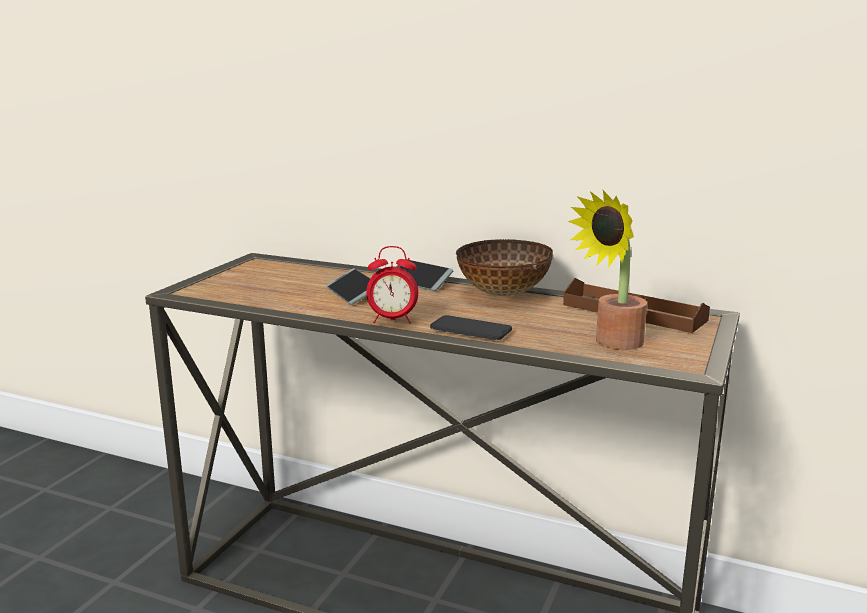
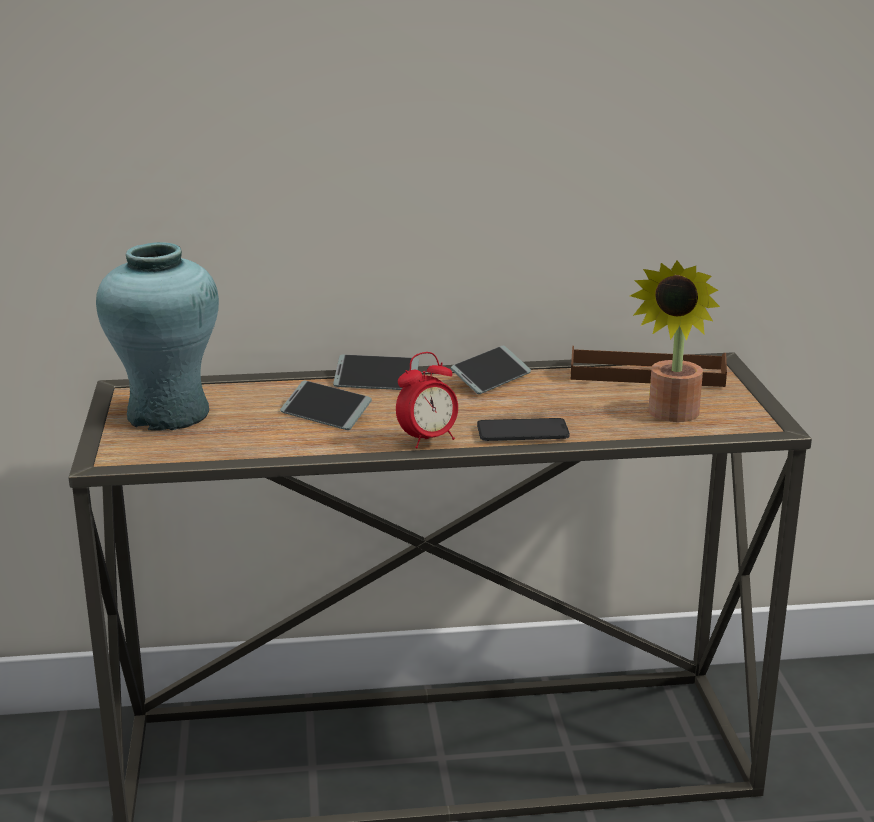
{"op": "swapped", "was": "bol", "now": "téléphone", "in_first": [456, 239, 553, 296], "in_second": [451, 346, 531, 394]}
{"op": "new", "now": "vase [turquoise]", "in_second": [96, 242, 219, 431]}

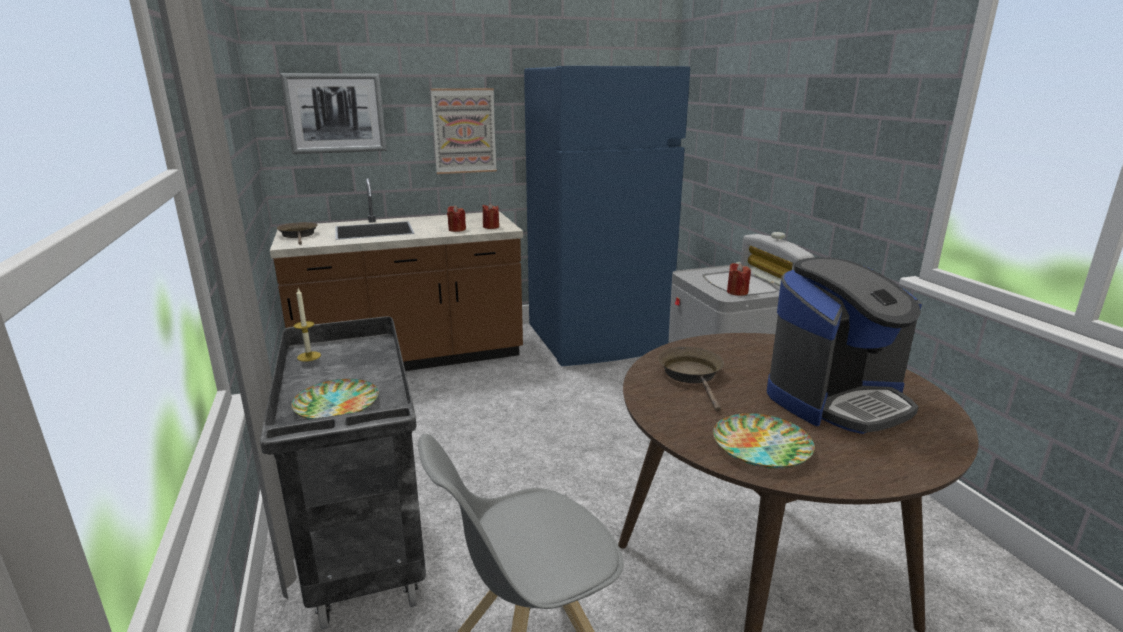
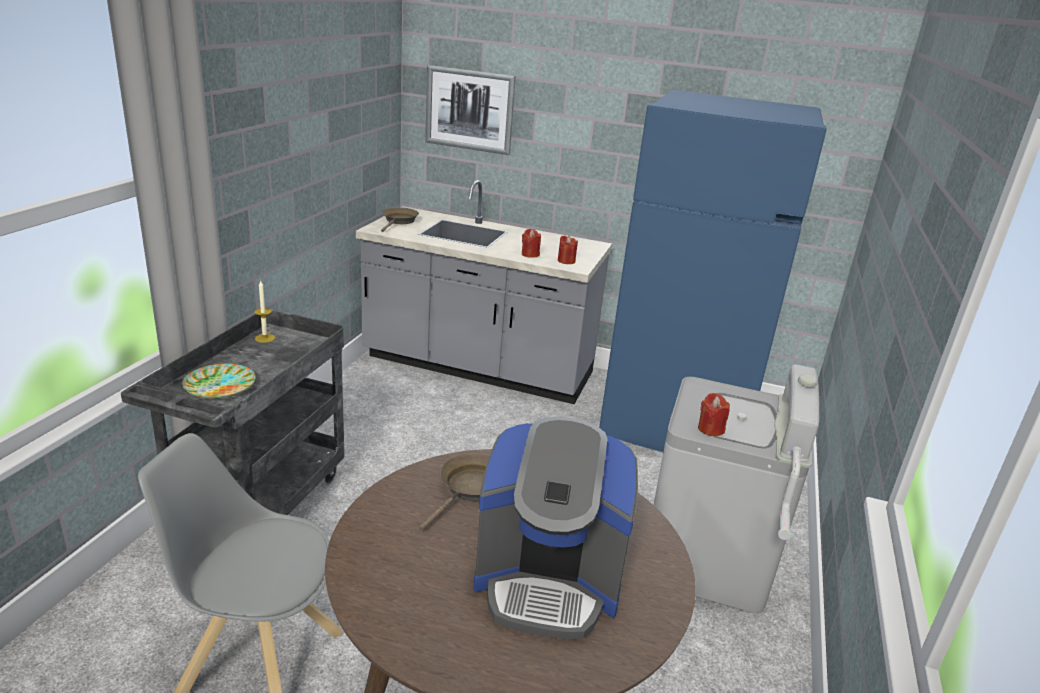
{"op": "gone", "was": "tableau", "in_first": [431, 88, 497, 174]}
{"op": "repainted", "was": "comptoir de cuisine [marron]", "now": "comptoir de cuisine [gris]", "in_first": [270, 178, 523, 371], "in_second": [356, 180, 612, 404]}
{"op": "gone", "was": "assiette", "in_first": [713, 413, 815, 469]}

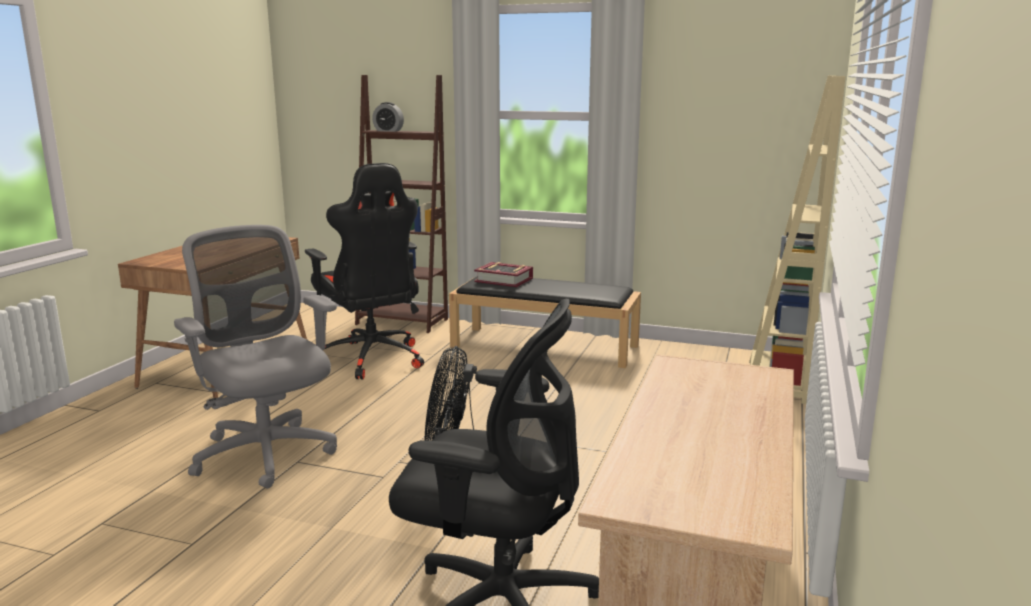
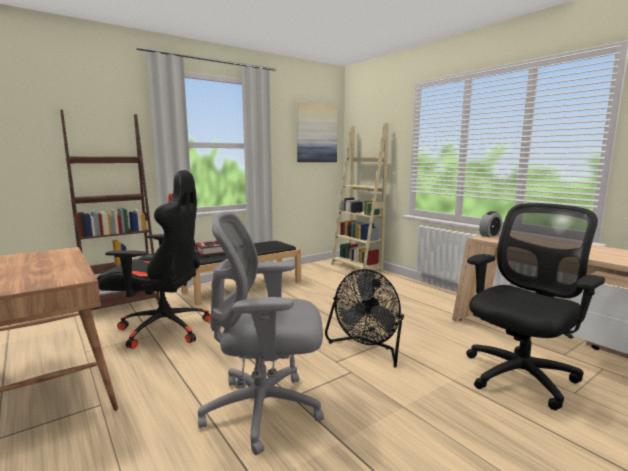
{"op": "shifted", "was": "réveil", "in_first": [372, 102, 404, 131], "in_second": [479, 211, 502, 237]}
{"op": "new", "now": "tableau", "in_second": [297, 102, 338, 162]}

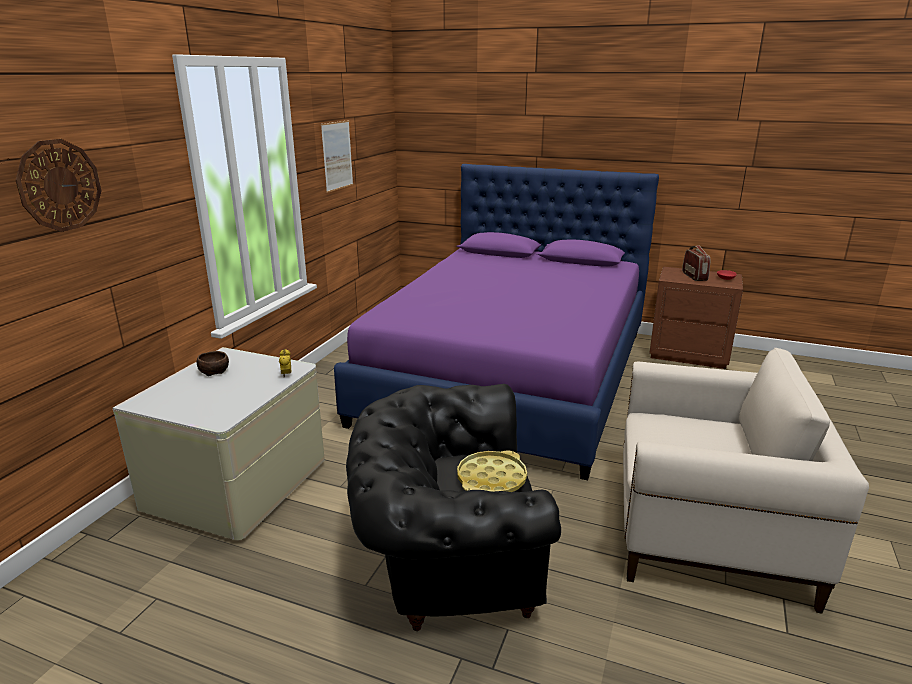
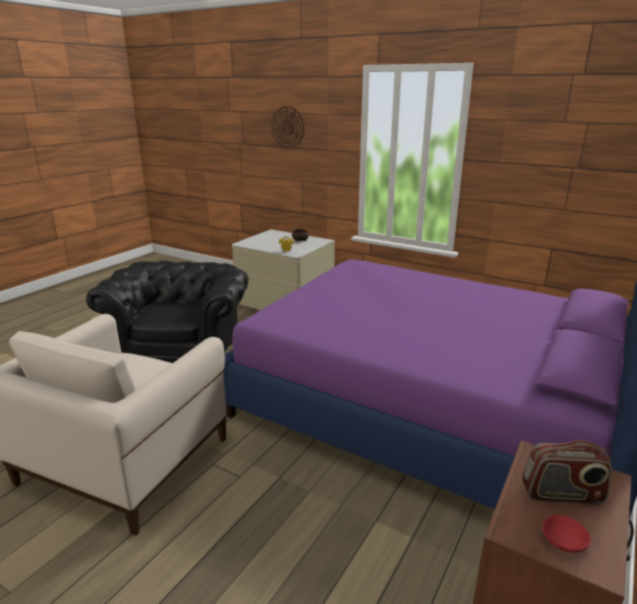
{"op": "gone", "was": "tableau", "in_first": [321, 120, 353, 193]}
{"op": "gone", "was": "plateau [jaune]", "in_first": [457, 450, 527, 492]}

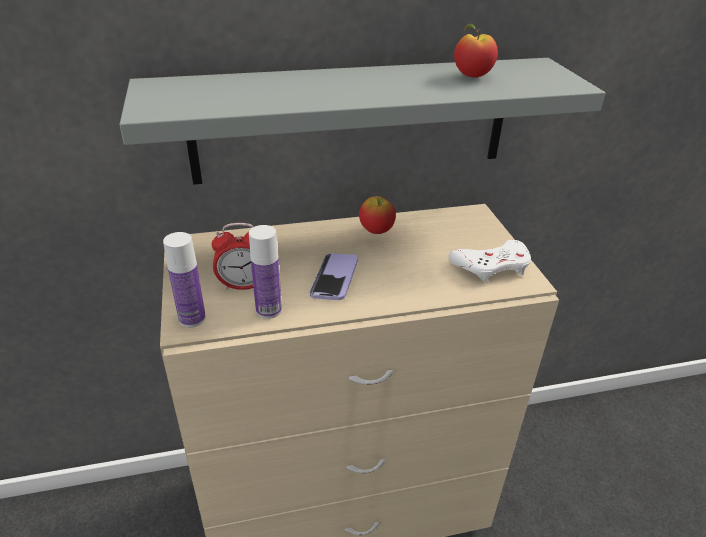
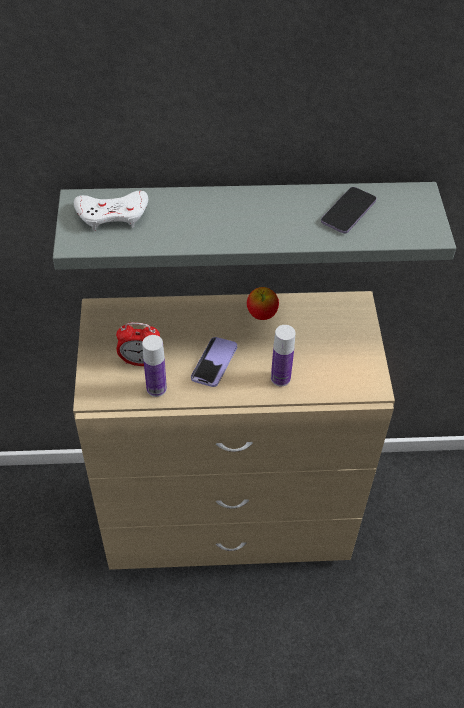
{"op": "swapped", "was": "pomme", "now": "téléphone", "in_first": [454, 23, 498, 78], "in_second": [321, 187, 377, 234]}
{"op": "shifted", "was": "bouteille", "in_first": [163, 232, 206, 327], "in_second": [271, 325, 296, 386]}
{"op": "shifted", "was": "manette [blanc]", "in_first": [449, 240, 531, 283], "in_second": [74, 191, 148, 231]}

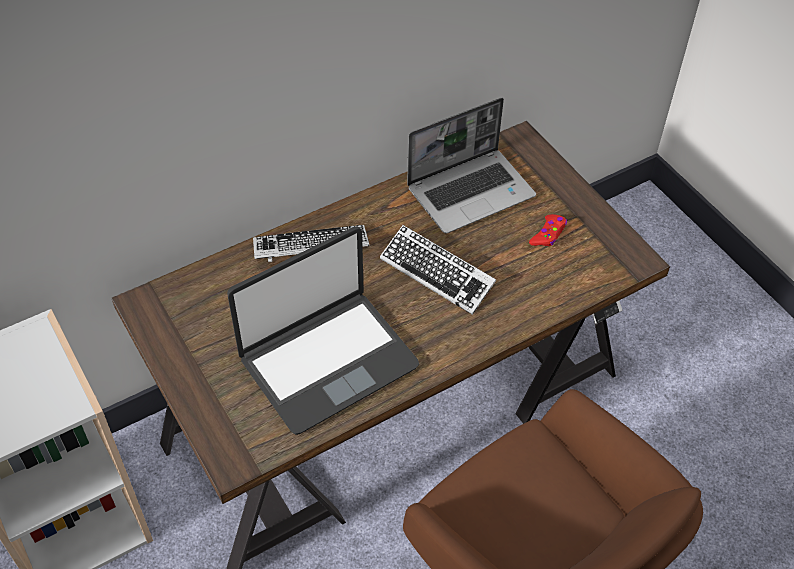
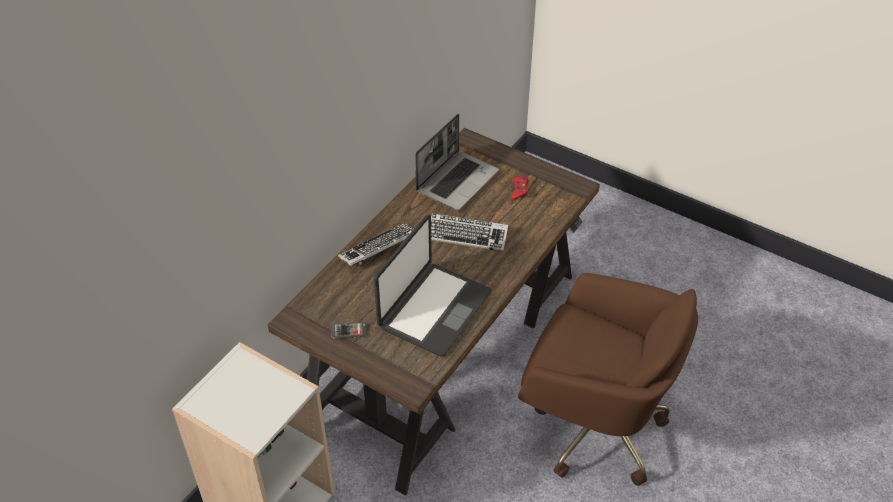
{"op": "new", "now": "téléphone", "in_second": [331, 322, 367, 339]}

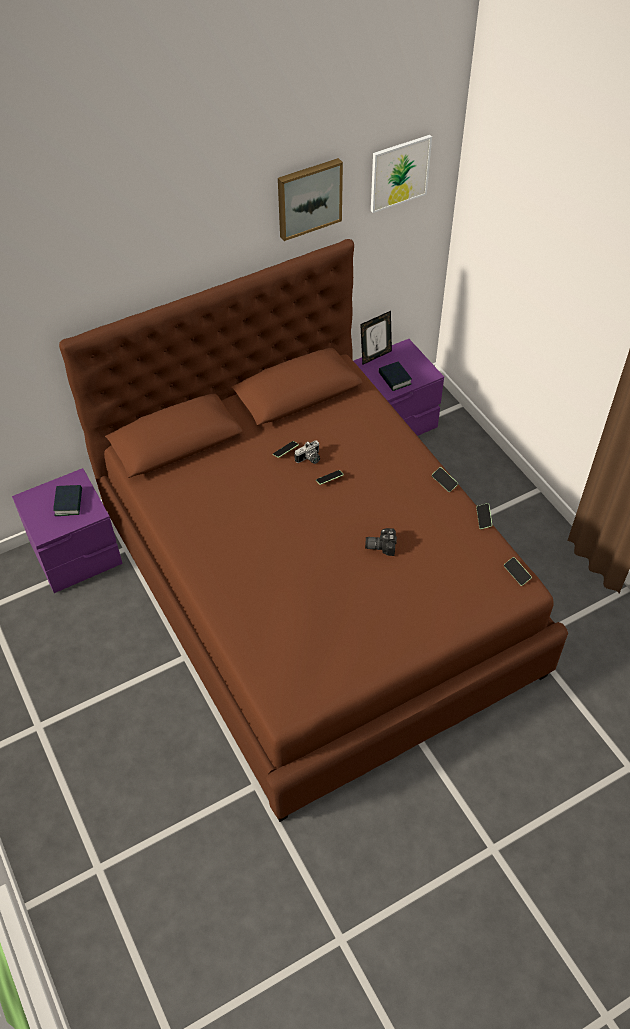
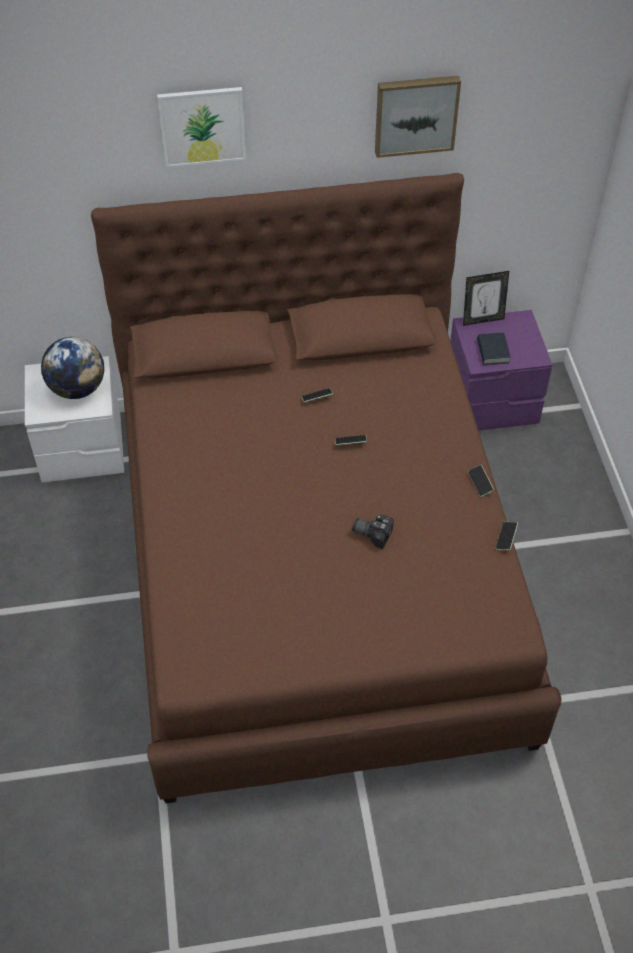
{"op": "shifted", "was": "tableau", "in_first": [371, 135, 432, 213], "in_second": [157, 87, 246, 167]}
{"op": "gone", "was": "appareil photo", "in_first": [294, 440, 320, 464]}
{"op": "repainted", "was": "table de chevet [violet]", "now": "table de chevet [blanc]", "in_first": [12, 468, 123, 593], "in_second": [25, 356, 124, 482]}
{"op": "swapped", "was": "livre", "now": "globe", "in_first": [53, 485, 82, 516], "in_second": [41, 337, 104, 399]}
{"op": "gone", "was": "téléphone", "in_first": [504, 557, 532, 586]}

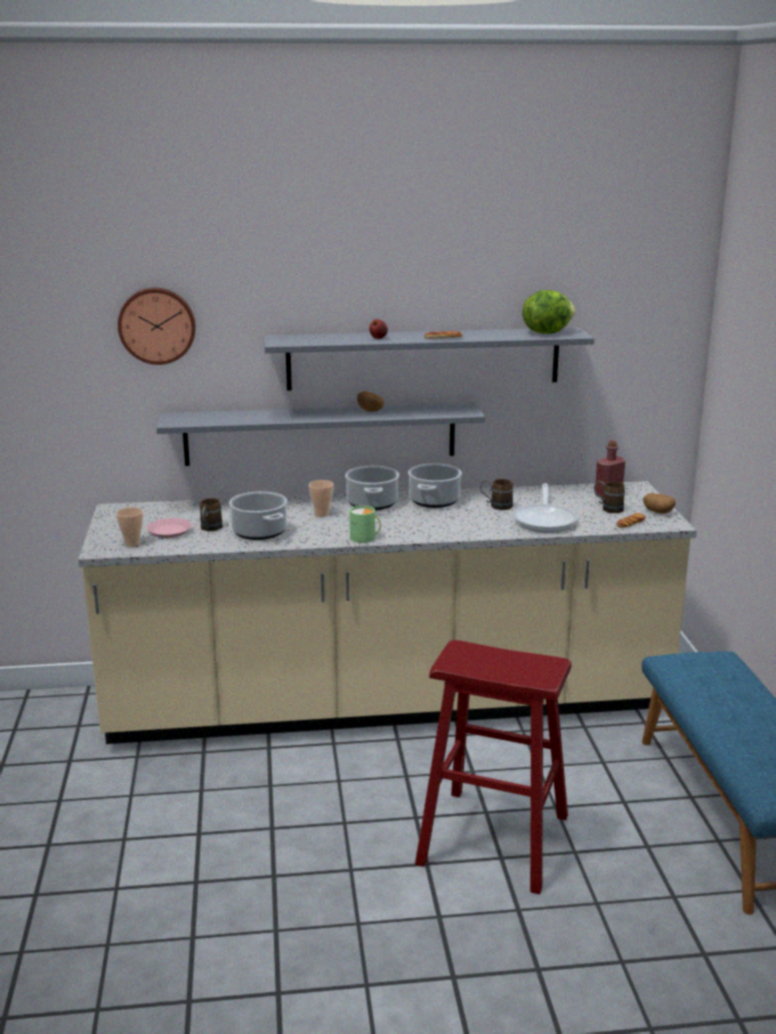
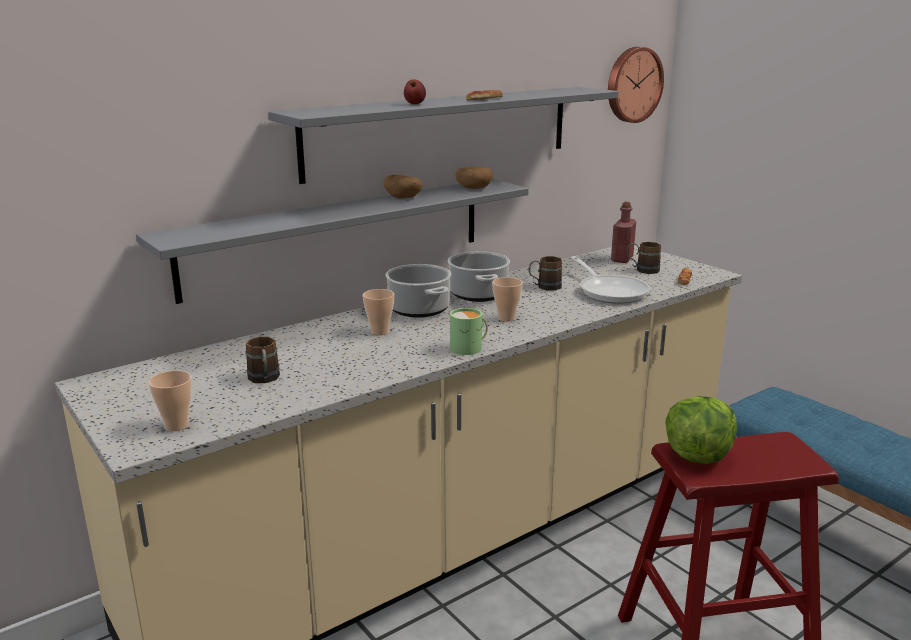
{"op": "shifted", "was": "horloge murale", "in_first": [118, 288, 196, 365], "in_second": [608, 47, 664, 123]}
{"op": "shifted", "was": "laitue", "in_first": [522, 290, 576, 334], "in_second": [665, 396, 737, 464]}
{"op": "gone", "was": "marmite", "in_first": [229, 491, 287, 540]}
{"op": "shifted", "was": "pomme de terre", "in_first": [643, 493, 676, 514], "in_second": [455, 167, 493, 189]}
{"op": "gone", "was": "assiette [rose]", "in_first": [147, 518, 192, 538]}
{"op": "new", "now": "tasse", "in_second": [492, 277, 523, 322]}

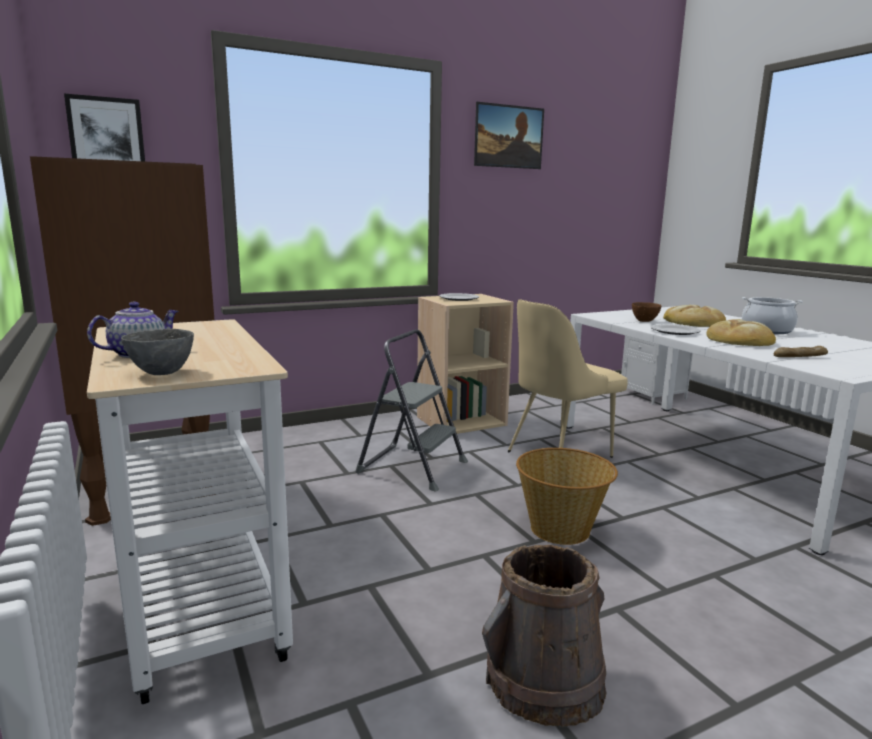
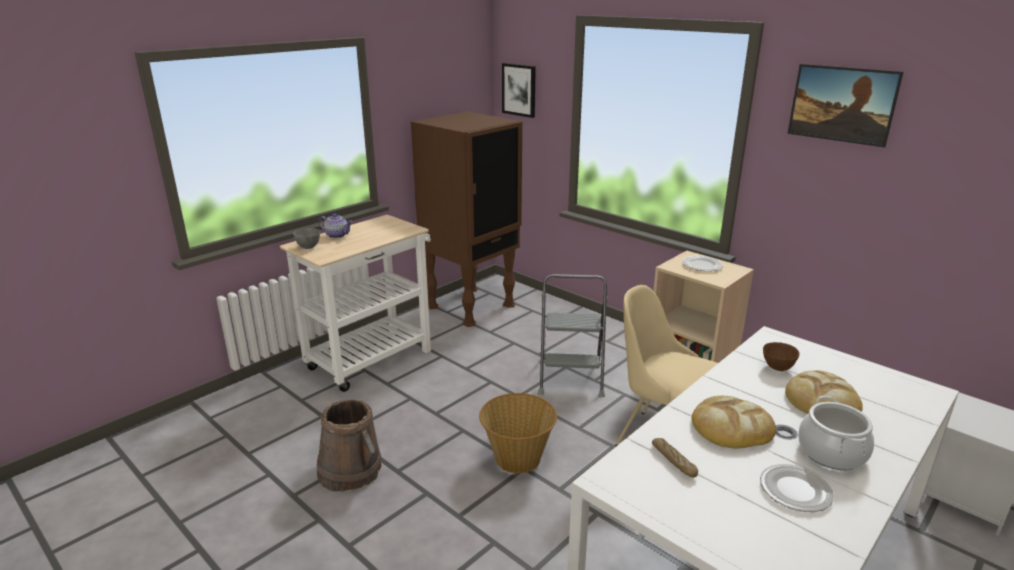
{"op": "shifted", "was": "assiette", "in_first": [650, 324, 701, 335], "in_second": [760, 464, 834, 512]}

